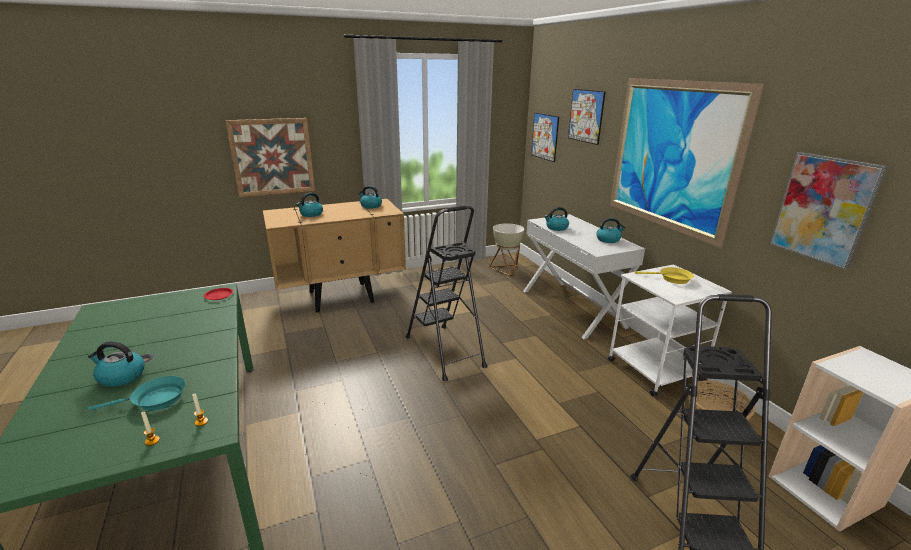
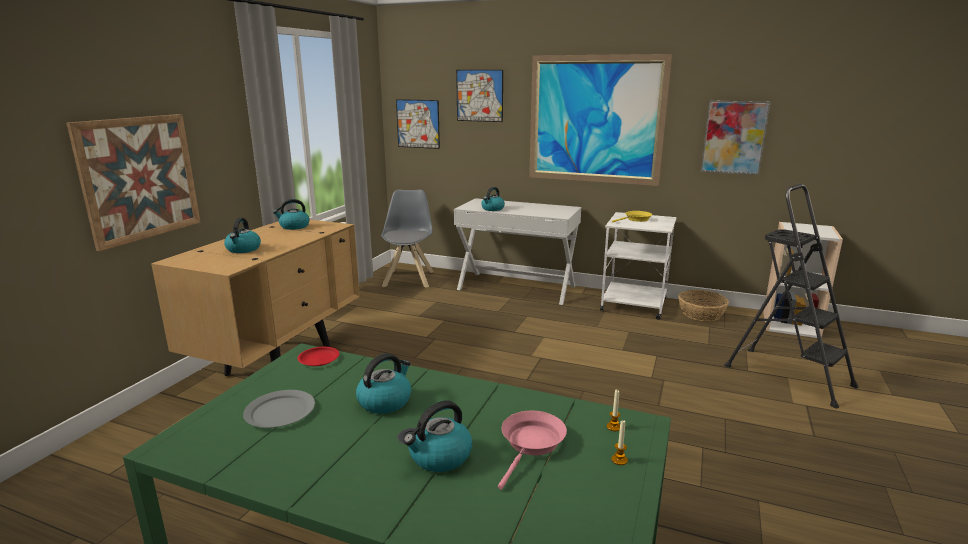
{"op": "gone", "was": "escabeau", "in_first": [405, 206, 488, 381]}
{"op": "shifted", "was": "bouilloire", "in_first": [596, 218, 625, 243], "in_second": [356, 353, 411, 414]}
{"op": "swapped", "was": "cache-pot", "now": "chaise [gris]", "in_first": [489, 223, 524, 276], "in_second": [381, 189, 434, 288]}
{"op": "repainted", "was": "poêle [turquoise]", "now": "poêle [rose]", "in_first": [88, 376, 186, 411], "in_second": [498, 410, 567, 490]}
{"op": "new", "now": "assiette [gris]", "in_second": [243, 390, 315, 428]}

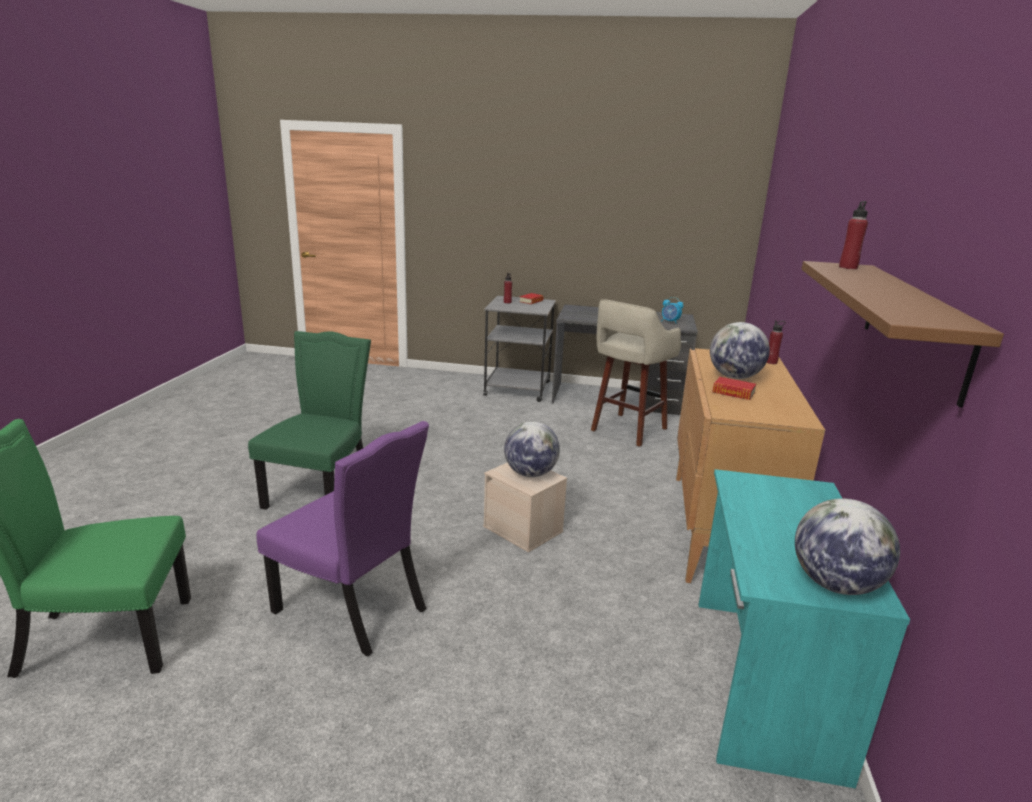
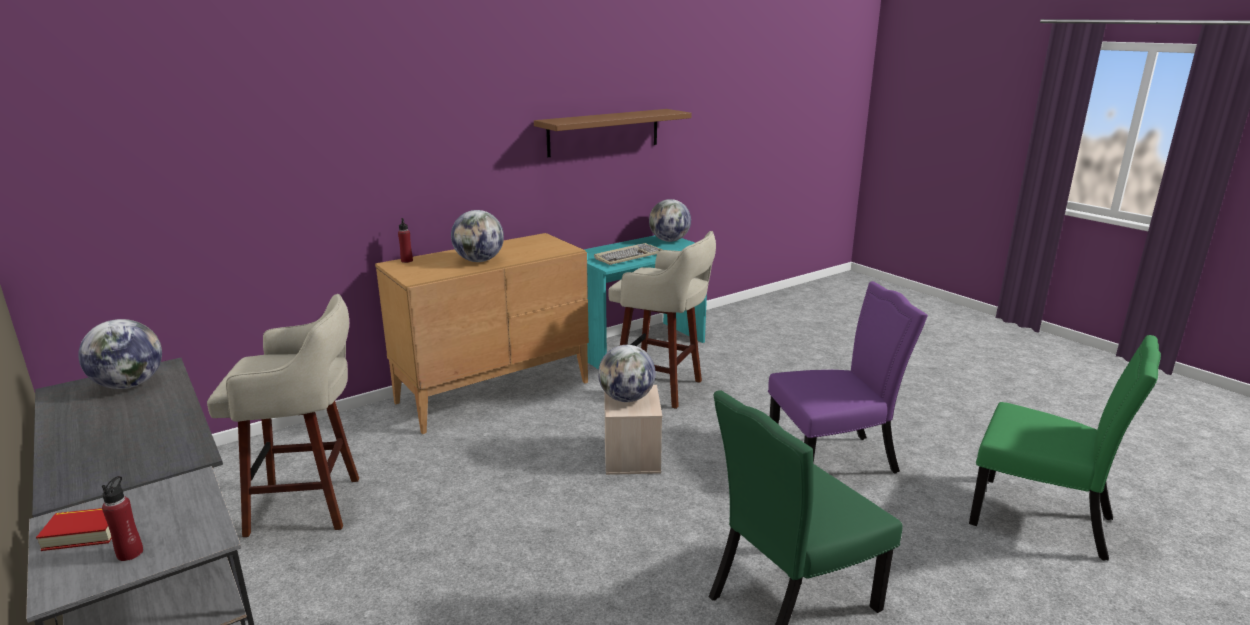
{"op": "gone", "was": "bouteille [rouge]", "in_first": [839, 201, 868, 269]}
{"op": "swapped", "was": "réveil", "now": "globe", "in_first": [662, 297, 684, 324], "in_second": [78, 319, 162, 389]}
{"op": "gone", "was": "livre", "in_first": [713, 377, 756, 400]}
{"op": "rotated", "was": "chaise [violet]", "in_first": [256, 421, 429, 656], "in_second": [768, 281, 928, 473], "clockwise": 90}
{"op": "new", "now": "tabouret [beige]", "in_second": [608, 231, 716, 409]}
{"op": "new", "now": "clavier", "in_second": [594, 243, 663, 265]}

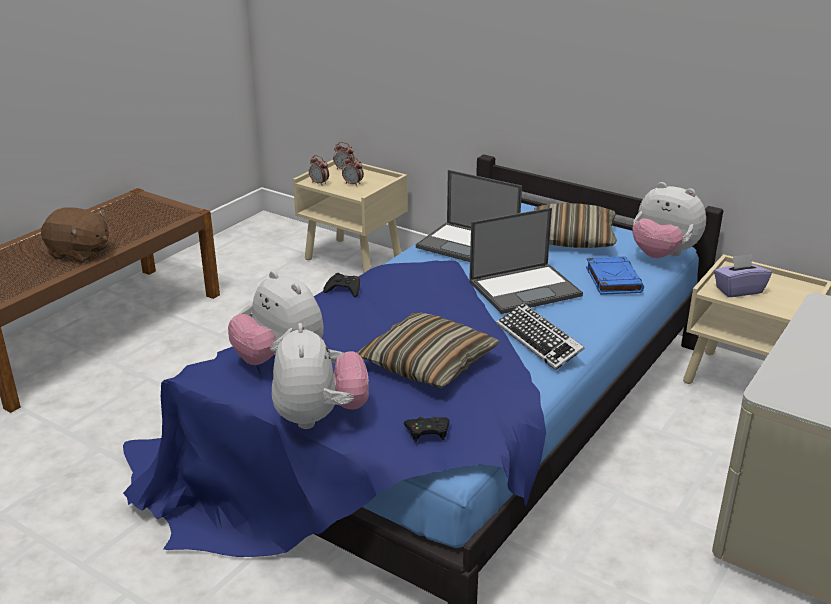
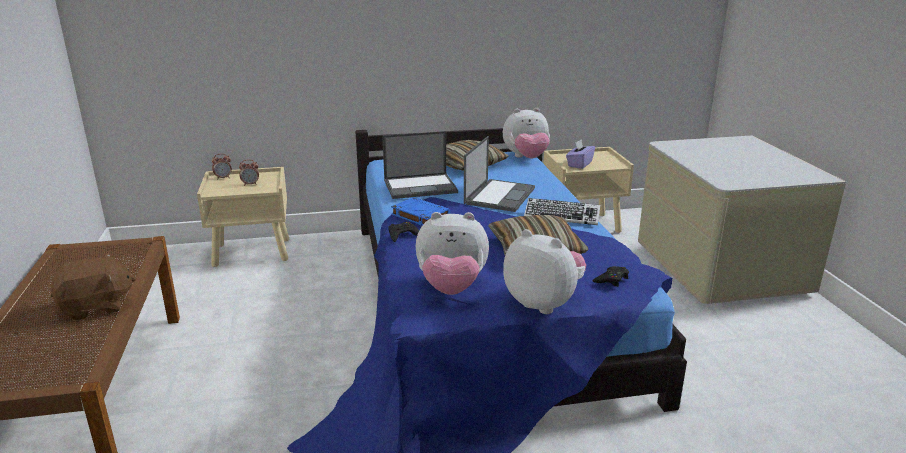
{"op": "gone", "was": "réveil", "in_first": [309, 155, 329, 186]}
{"op": "shifted", "was": "livre [bleu]", "in_first": [586, 256, 644, 295], "in_second": [391, 197, 450, 226]}

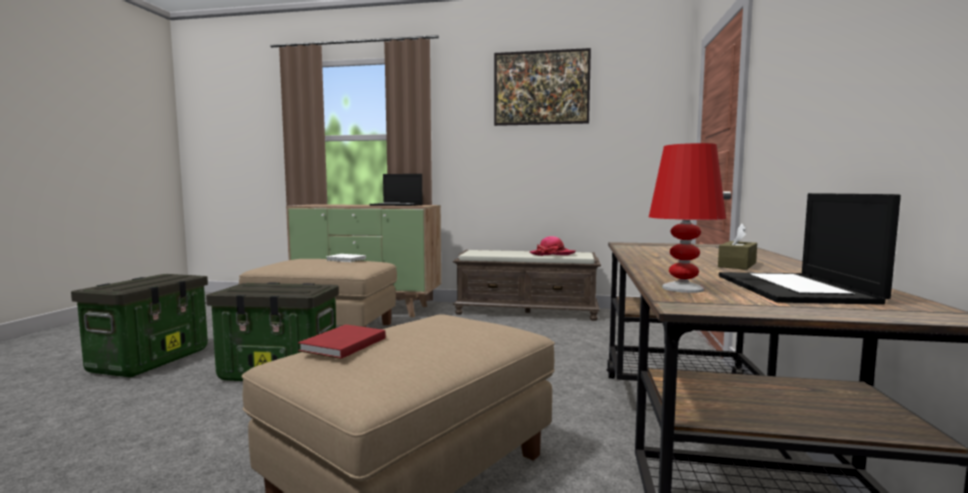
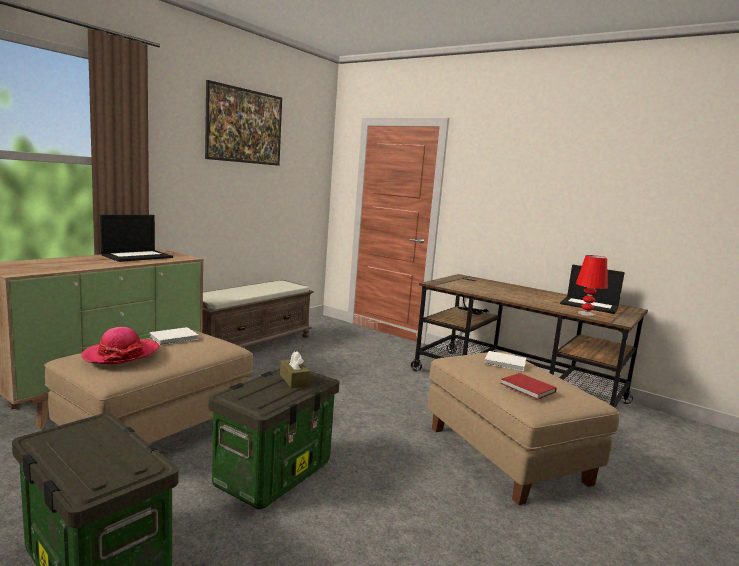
{"op": "shifted", "was": "boîte à mouchoirs [marron]", "in_first": [718, 223, 757, 270], "in_second": [280, 352, 310, 388]}
{"op": "shifted", "was": "chapeau", "in_first": [529, 236, 576, 256], "in_second": [82, 327, 159, 364]}
{"op": "new", "now": "livre [blanc]", "in_second": [484, 351, 526, 371]}

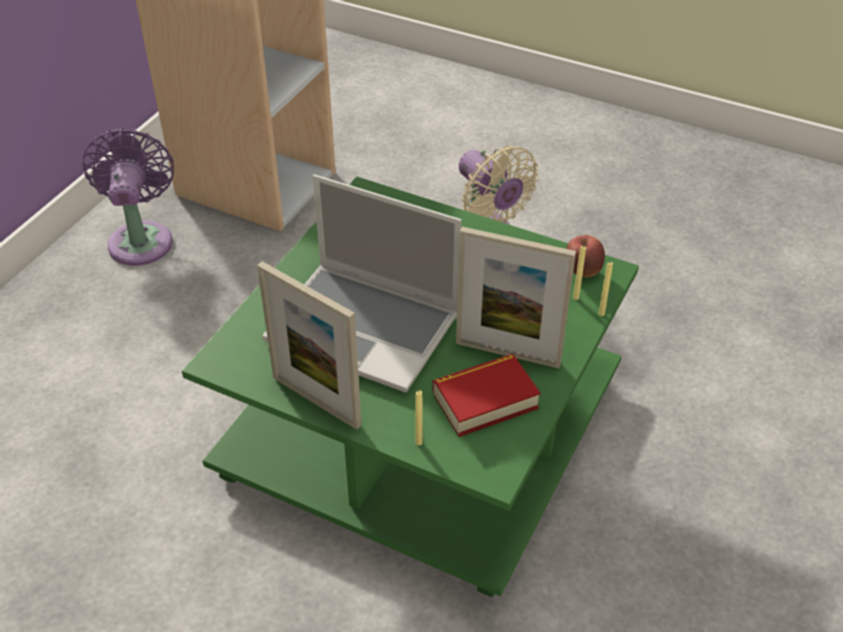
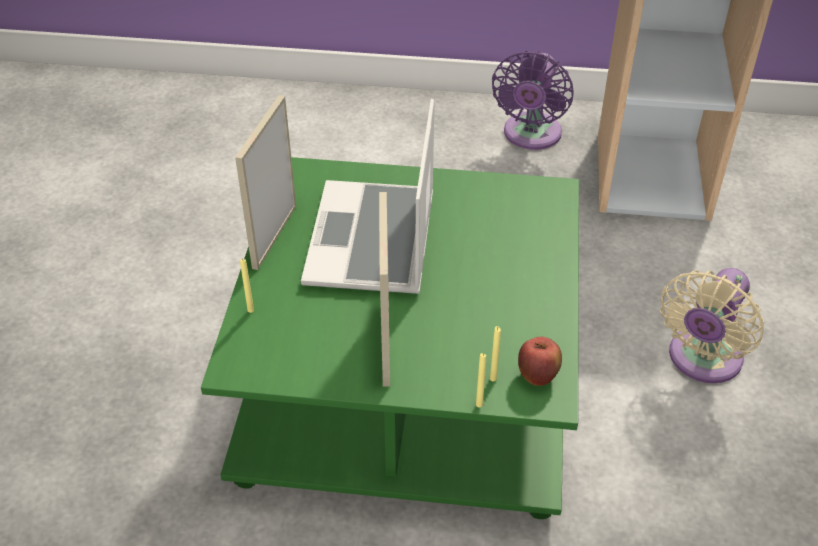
{"op": "rotated", "was": "ventilateur [violet]", "in_first": [83, 128, 174, 266], "in_second": [492, 51, 574, 150], "clockwise": 135}
{"op": "gone", "was": "livre", "in_first": [432, 354, 540, 437]}

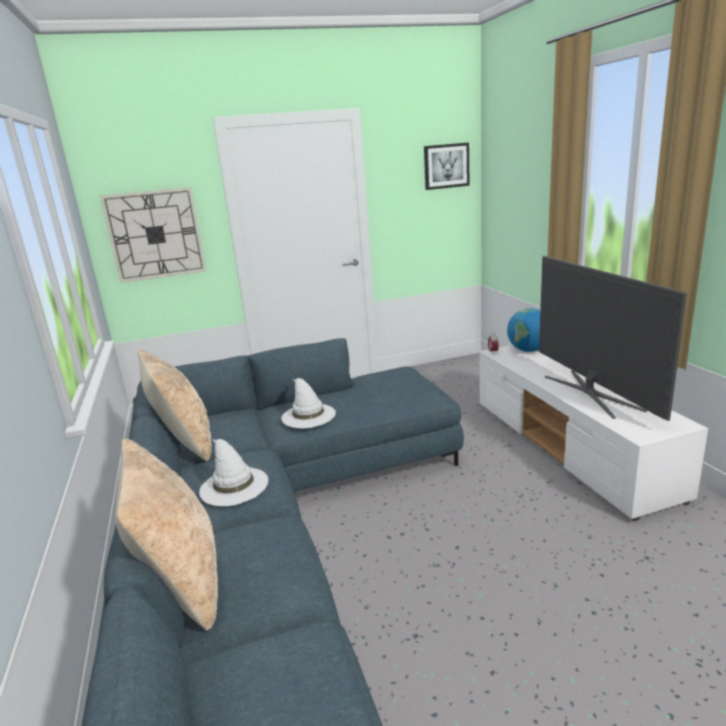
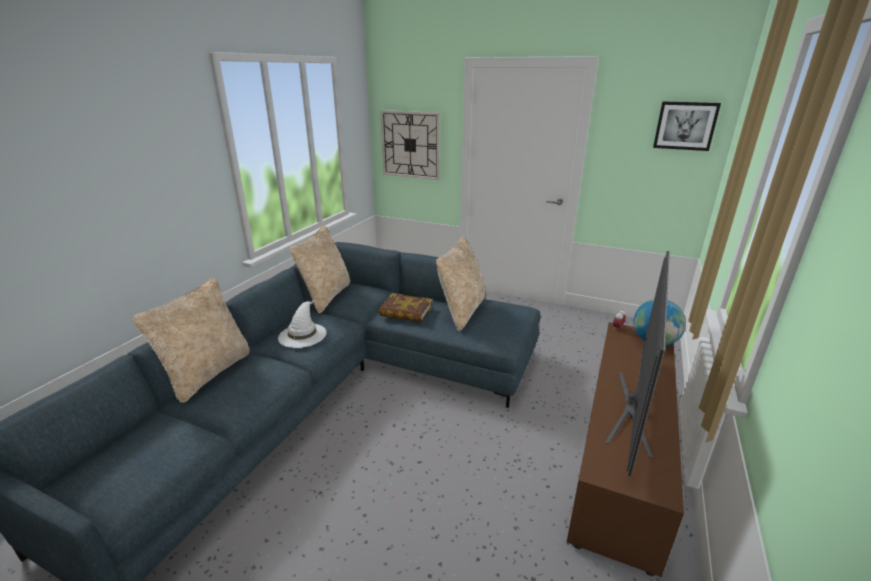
{"op": "repainted", "was": "meuble télé [blanc]", "now": "meuble télé [marron]", "in_first": [480, 345, 708, 521], "in_second": [567, 322, 684, 577]}
{"op": "swapped", "was": "chapeau [blanc]", "now": "livre", "in_first": [281, 378, 336, 428], "in_second": [379, 293, 433, 322]}
{"op": "new", "now": "coussin [beige]", "in_second": [436, 236, 485, 331]}

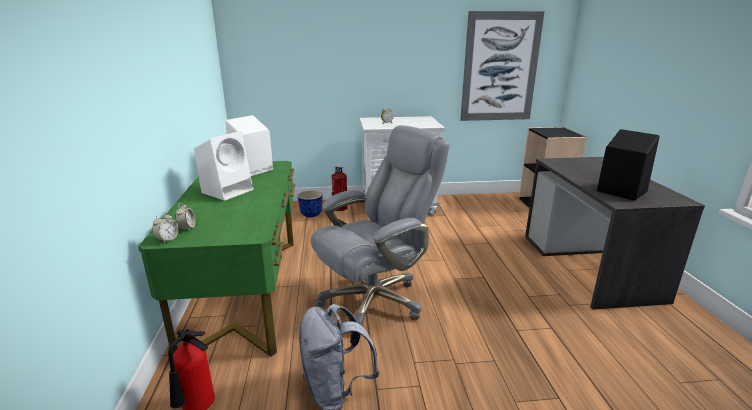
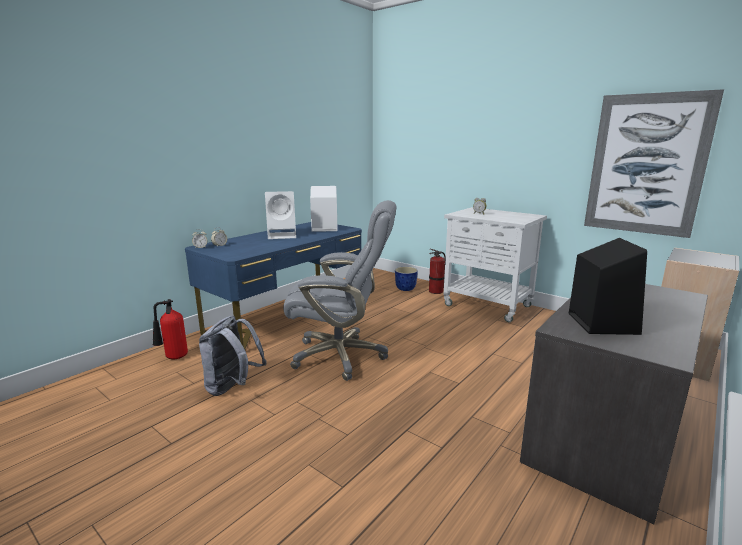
{"op": "repainted", "was": "bureau [vert]", "now": "bureau [bleu]", "in_first": [138, 161, 295, 357], "in_second": [185, 222, 362, 349]}

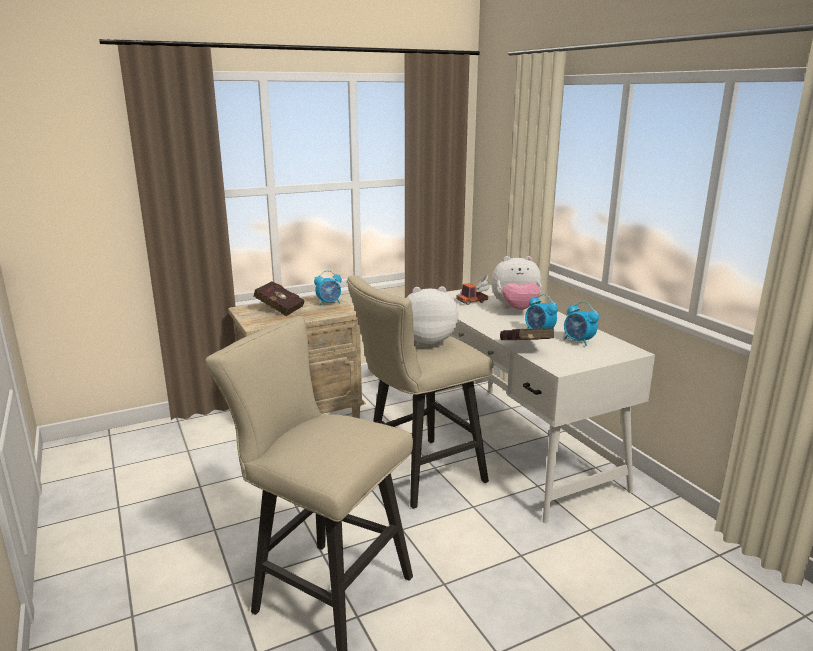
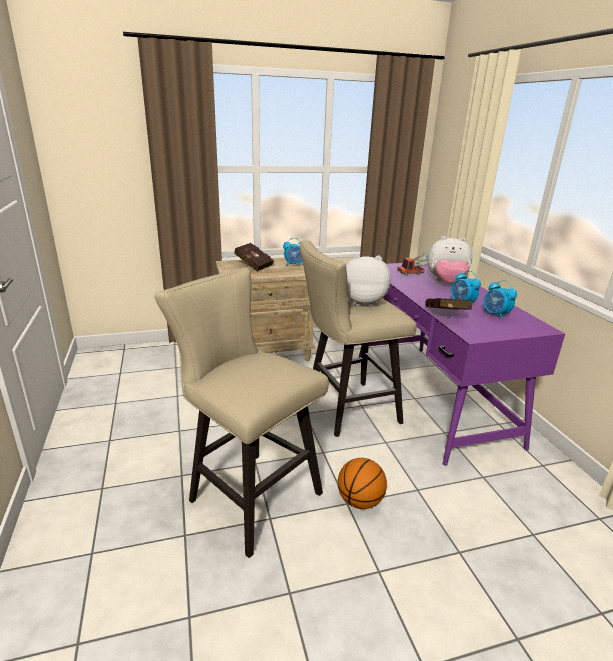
{"op": "repainted", "was": "bureau [blanc]", "now": "bureau [violet]", "in_first": [435, 285, 655, 523], "in_second": [359, 263, 565, 466]}
{"op": "new", "now": "ballon de basket", "in_second": [338, 458, 387, 509]}

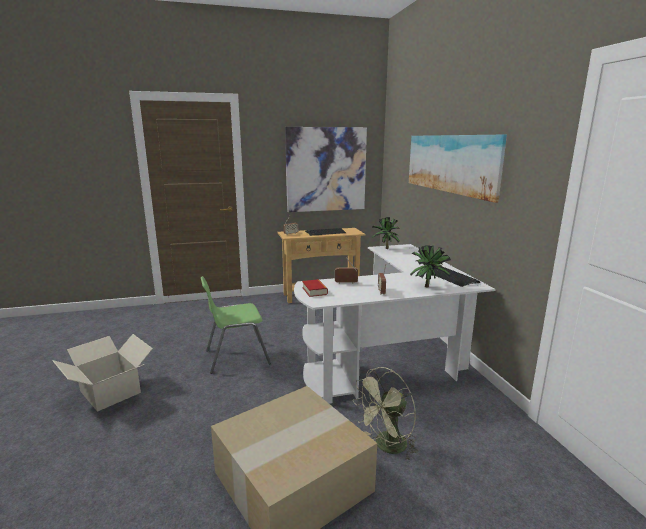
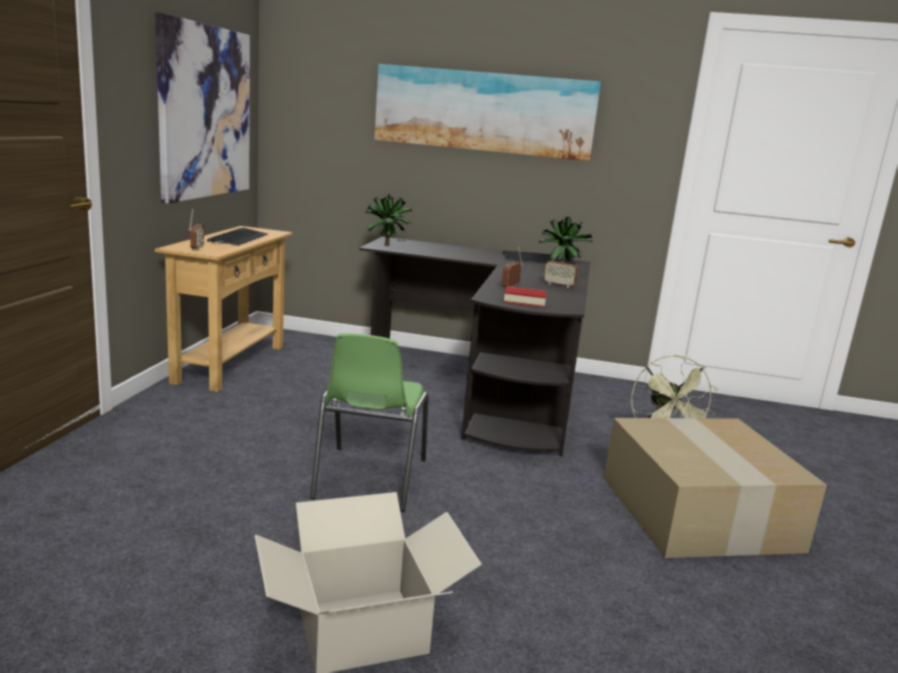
{"op": "repainted", "was": "bureau [blanc]", "now": "bureau [noir]", "in_first": [294, 244, 495, 404], "in_second": [359, 237, 590, 456]}

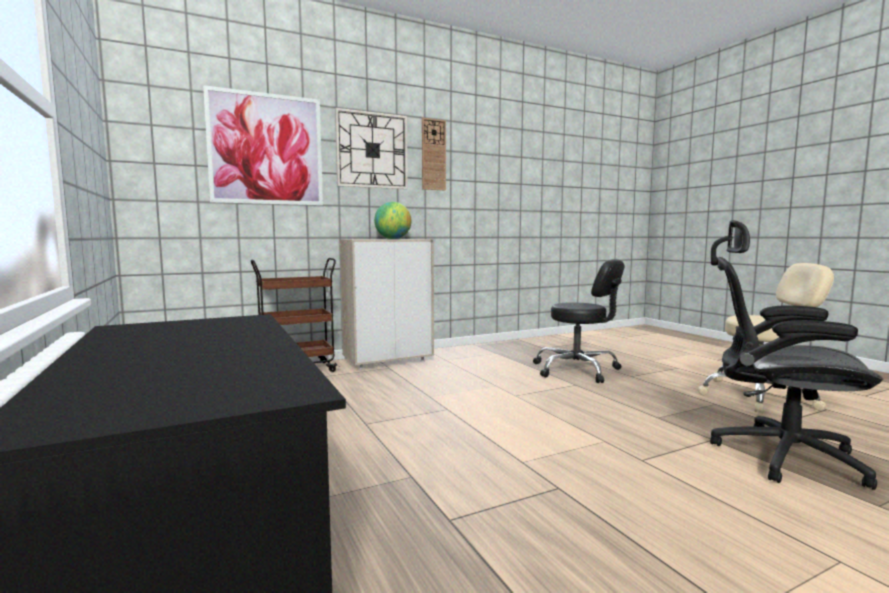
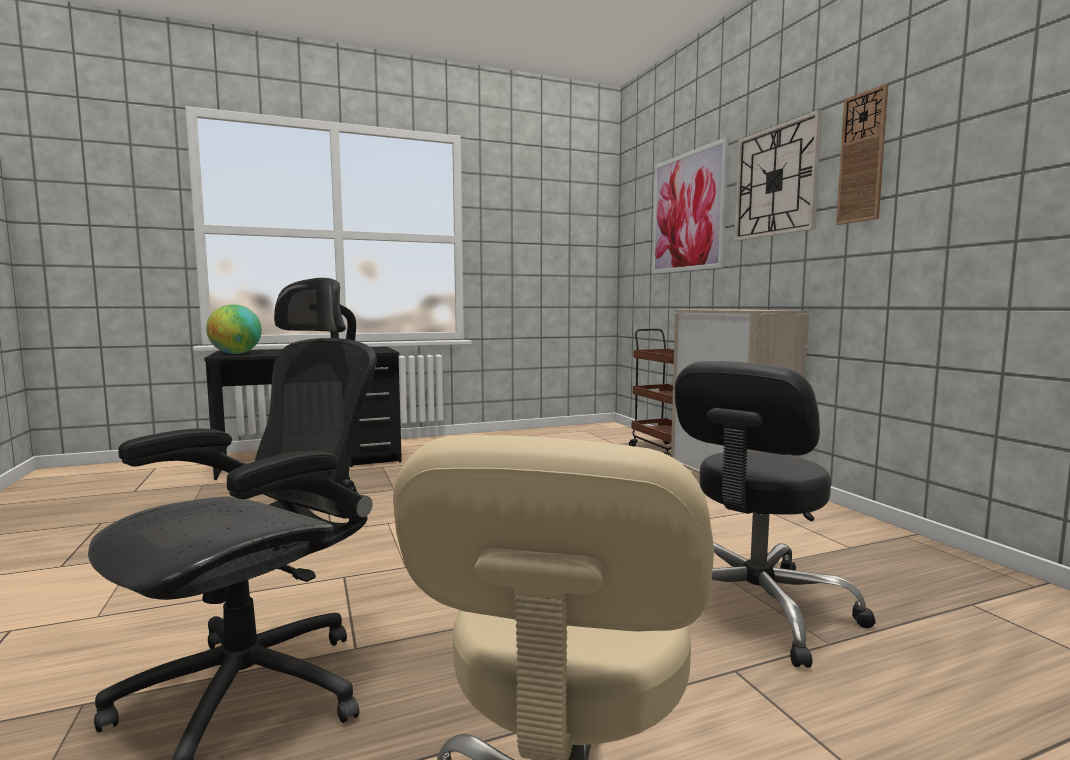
{"op": "shifted", "was": "globe", "in_first": [374, 202, 412, 239], "in_second": [206, 304, 262, 354]}

